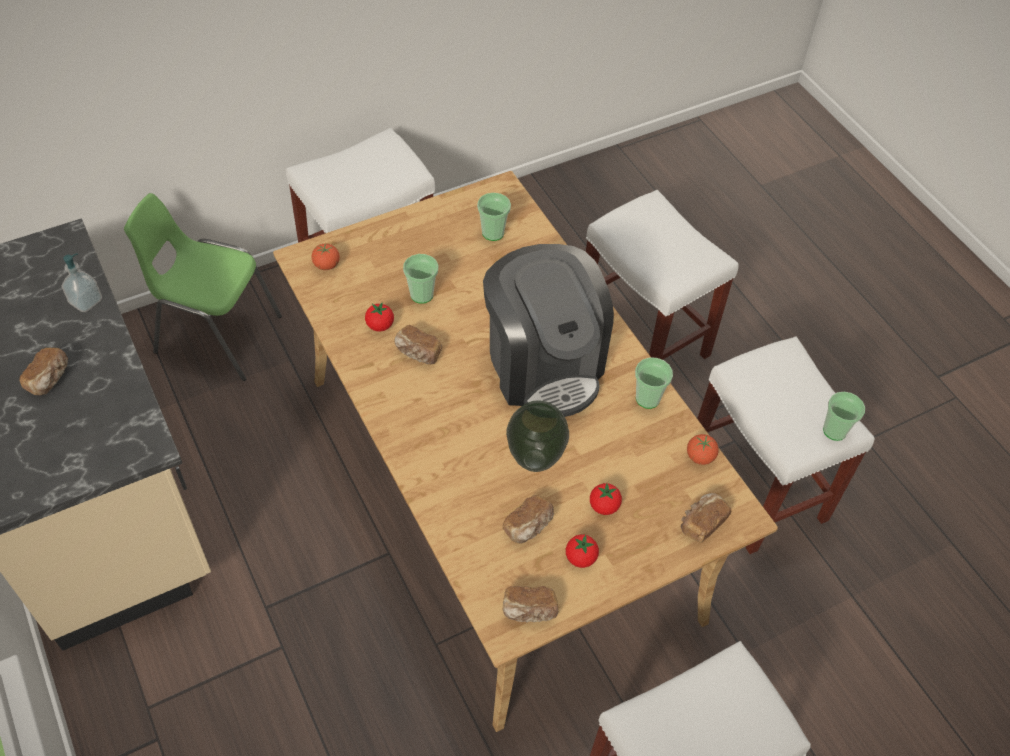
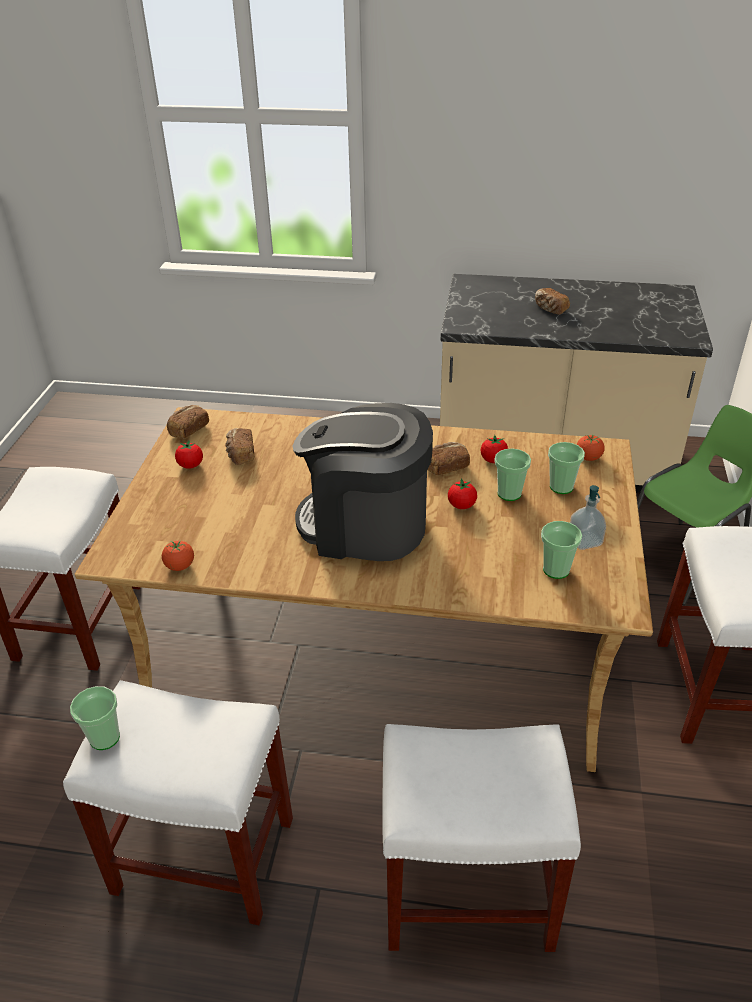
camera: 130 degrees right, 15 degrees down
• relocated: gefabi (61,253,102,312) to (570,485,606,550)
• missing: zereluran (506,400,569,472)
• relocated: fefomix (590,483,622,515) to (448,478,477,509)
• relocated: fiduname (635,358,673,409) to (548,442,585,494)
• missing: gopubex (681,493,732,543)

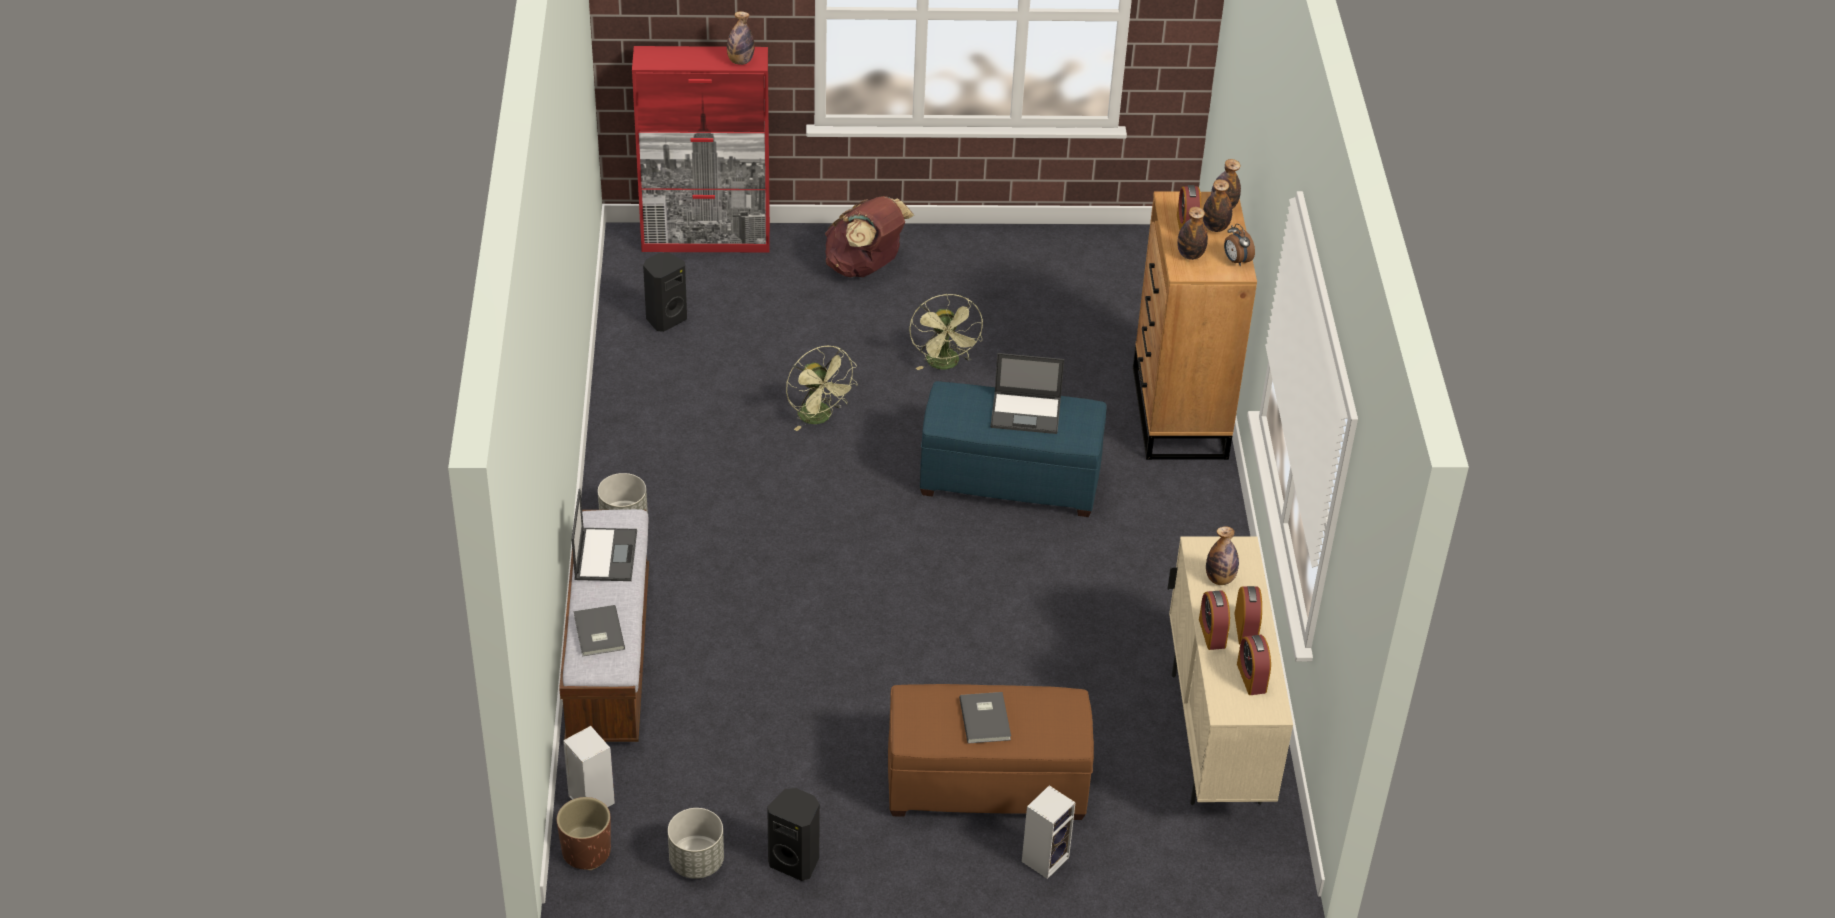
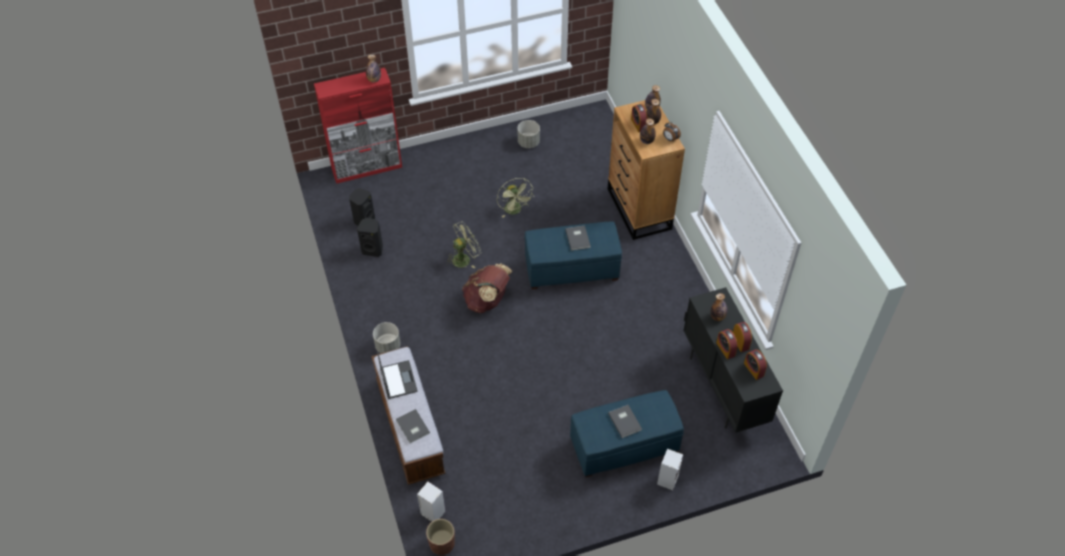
camera: 15 degrees left, 10 degrees up
• relocated: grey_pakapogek (668,808,724,879) to (518,120,540,148)
• relocated: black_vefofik (767,788,820,881) to (357,218,383,257)
• spun: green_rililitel (786,346,858,431) = (446,221,481,268) 75 degrees counterclockwise
• relocated: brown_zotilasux (825,196,914,277) to (462,263,512,313)
• colour: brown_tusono (888,684,1094,820) to blue_tusono (570,390,684,477)
• exchanged: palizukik (990,353,1064,434) to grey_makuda (565,226,591,251)
• colour: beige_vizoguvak (1168,536,1293,805) to black_vizoguvak (683,287,783,433)

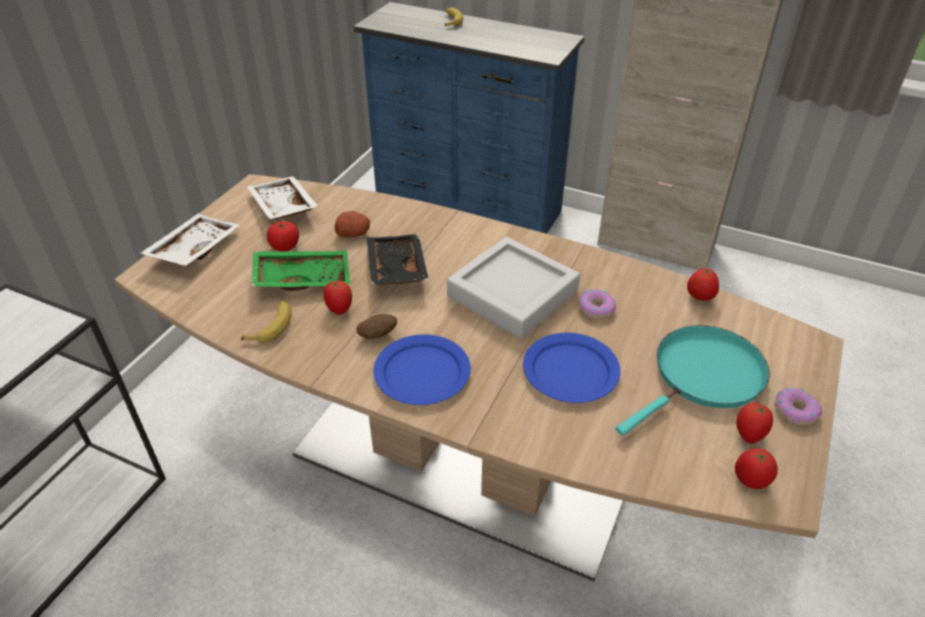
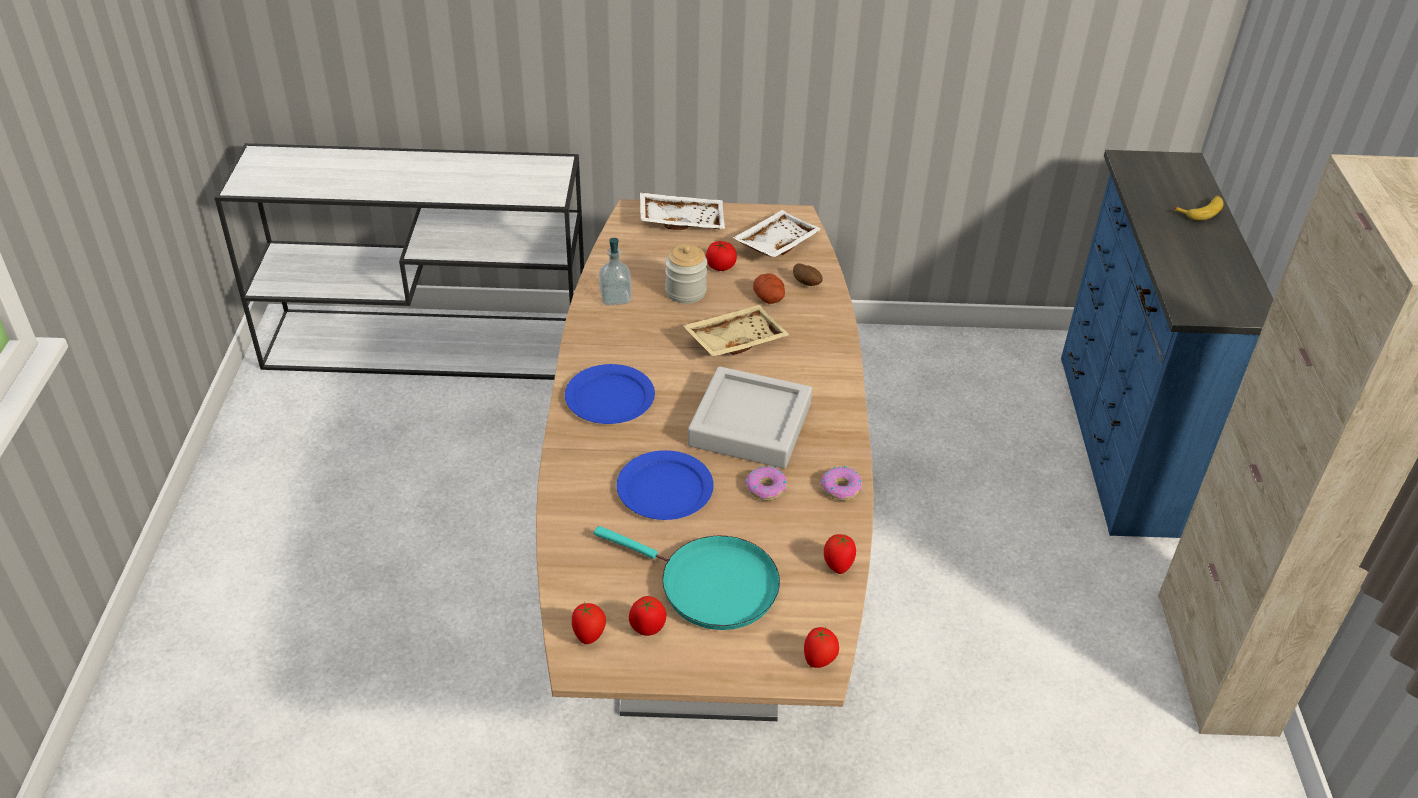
camera: 65 degrees right, 0 degrees up
• exchanged: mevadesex (241,300,292,343) to gefabi (599,238,632,306)
• exchanged: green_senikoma (252,251,350,291) to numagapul (665,244,707,304)
• relocated: fefomix (324,281,352,315) to (804,627,839,668)
• relocated: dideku (356,314,397,339) to (793,263,823,286)
• colour: black_senikoma (367,234,429,285) to beige_senikoma (682,305,790,357)
• relocated: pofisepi (775,388,822,425) to (820,466,862,501)

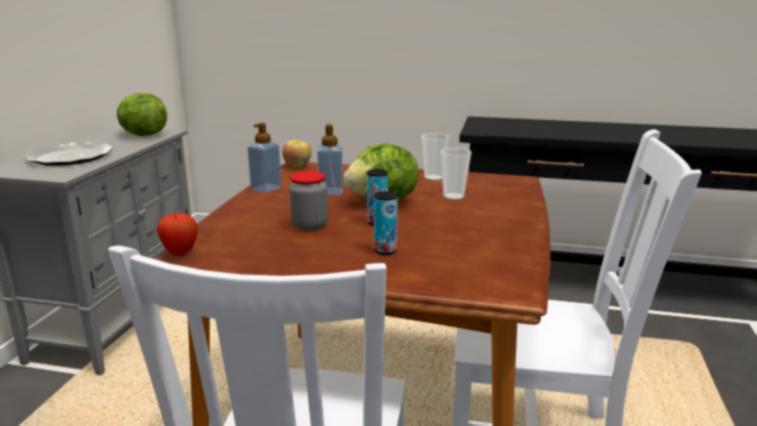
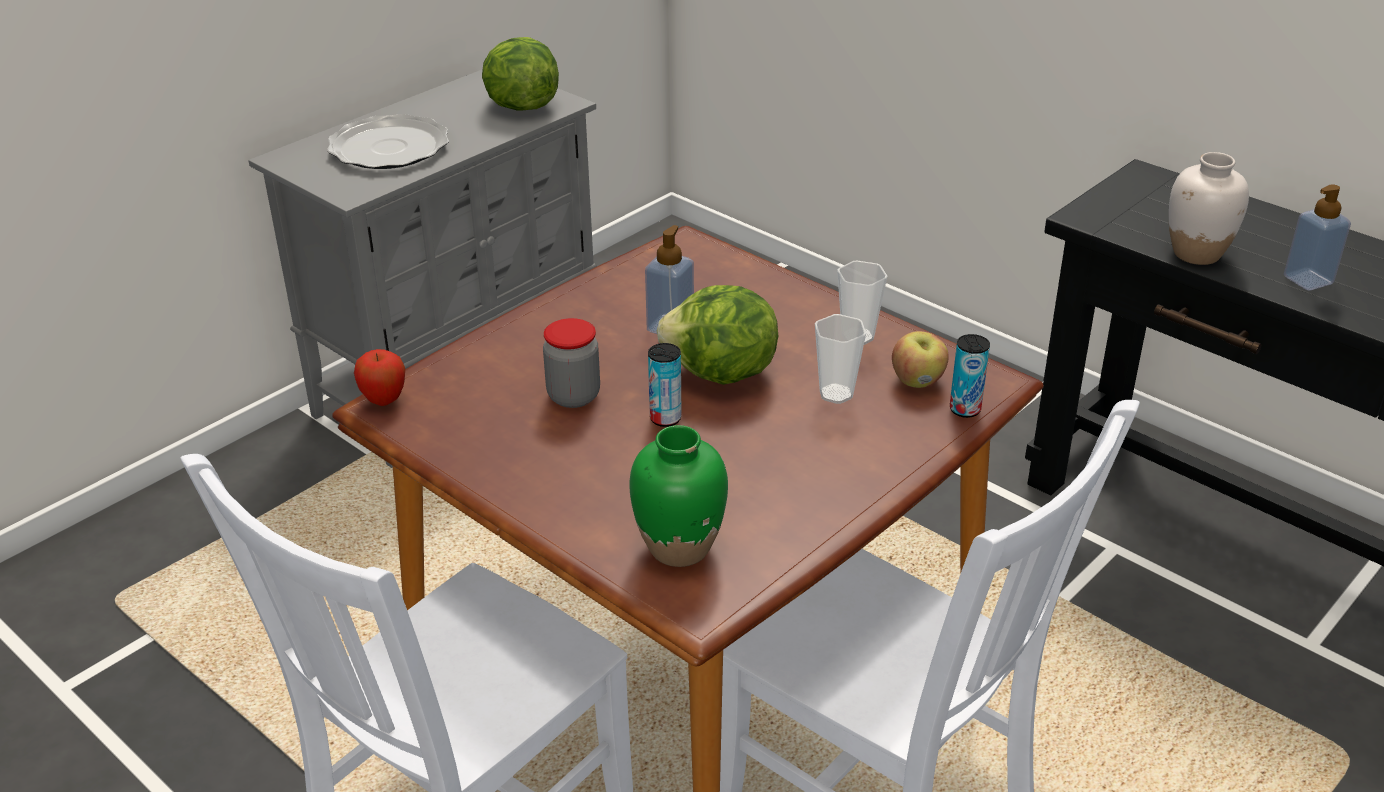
camera: 30 degrees right, 15 degrees up
• relocated: gefabi (247,123,281,193) to (1284,185,1351,290)
• relocated: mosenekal (282,140,311,168) to (892,331,949,388)
• relocated: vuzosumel (374,191,398,255) to (950,334,990,418)
• appeared: green_zereluran (629,425,728,567)
• appeared: white_zereluran (1169,152,1249,265)

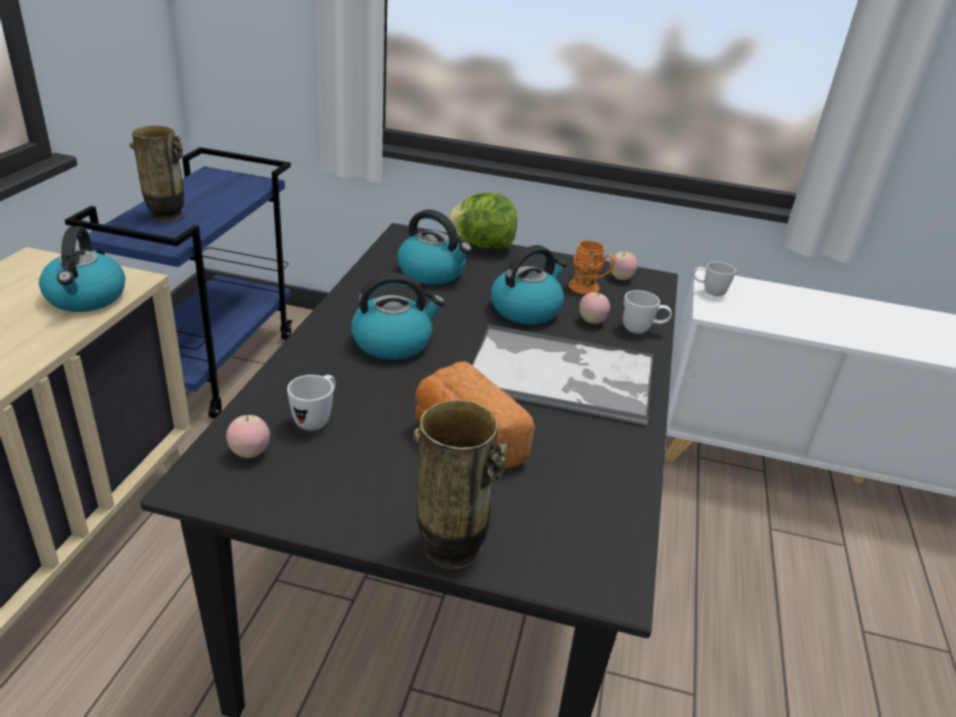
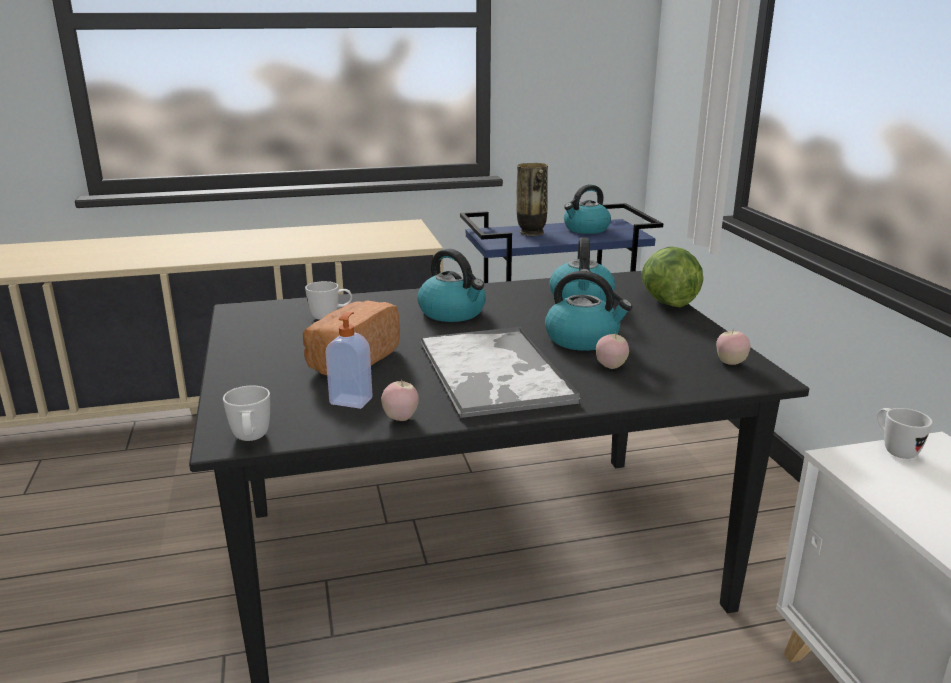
camera: 65 degrees right, 10 degrees down
• relocated: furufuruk (39,226,125,312) to (564,184,611,234)
• relocated: mosenekal (226,415,270,458) to (381,379,419,421)
• missing: zereluran (413,400,507,569)
• missing: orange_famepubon (569,240,615,294)
• relocated: white_famepubon (623,290,672,333) to (223,385,270,441)
• appeared: gefabi (325,312,373,409)

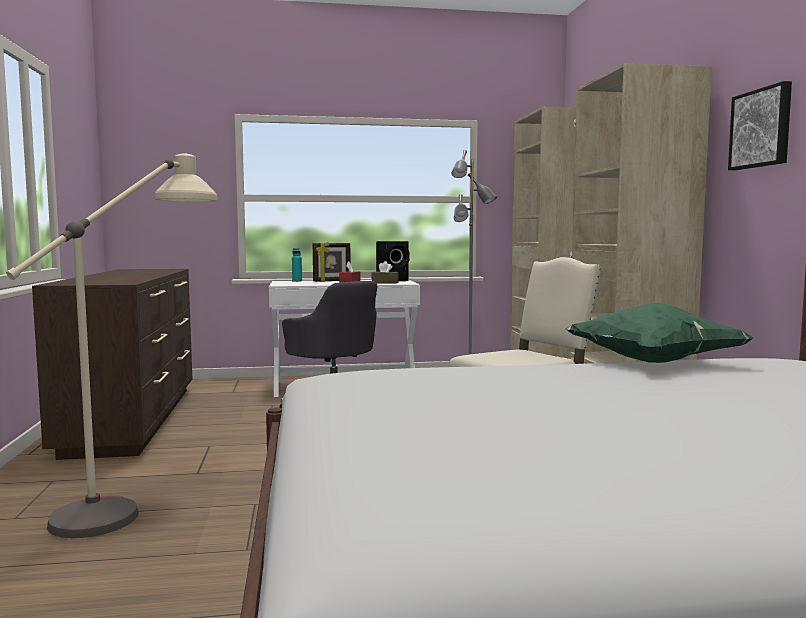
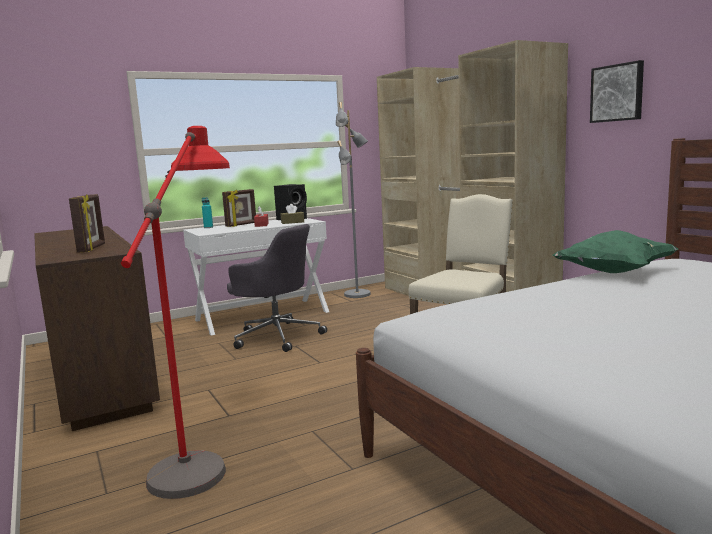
camera: 20 degrees left, 5 degrees up
• colour: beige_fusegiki (6,154,218,538) to red_fusegiki (121,126,230,499)
• appeared: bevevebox (69,194,105,253)

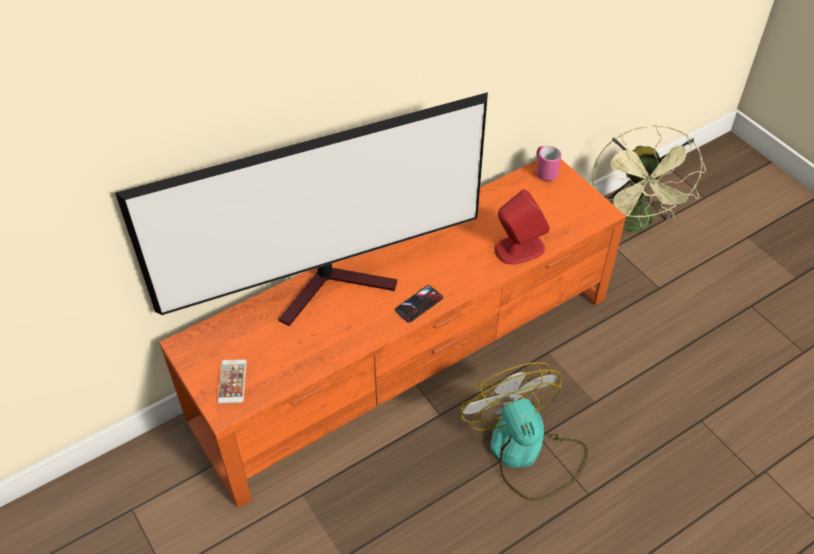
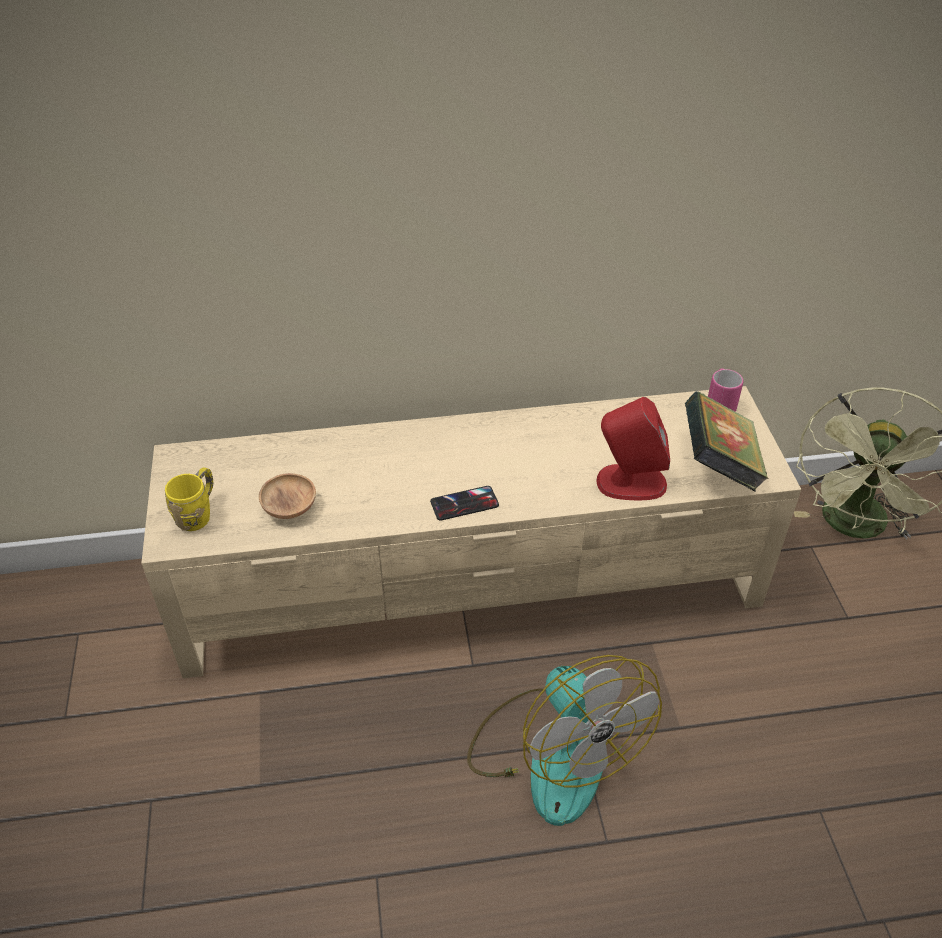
camera: 25 degrees right, 5 degrees down
• missing: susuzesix (115,92,488,326)
• colour: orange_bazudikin (159,159,626,508) to beige_bazudikin (141,386,801,678)
• exchanged: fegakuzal (217,359,247,404) to yellow_famepubon (165,467,213,531)
• spun: rililitel (460,362,589,501) = (467,655,662,826) 150 degrees clockwise
• appeared: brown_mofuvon (259,473,316,519)
• appeared: makuda (685,391,768,492)

